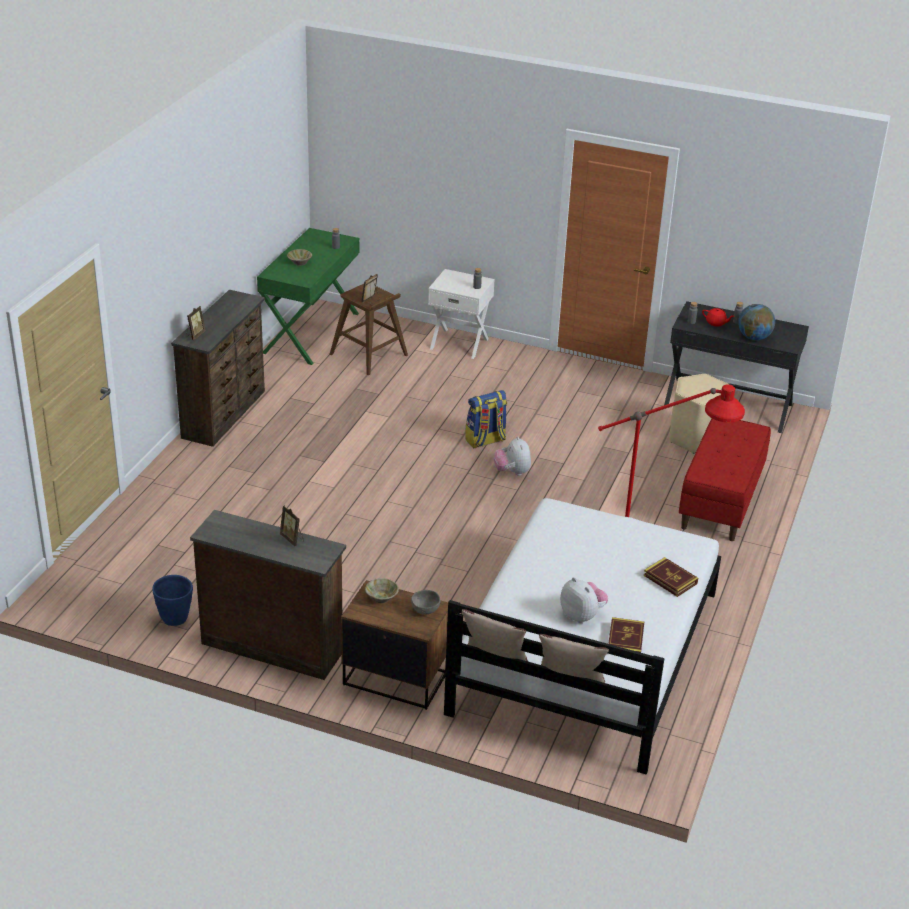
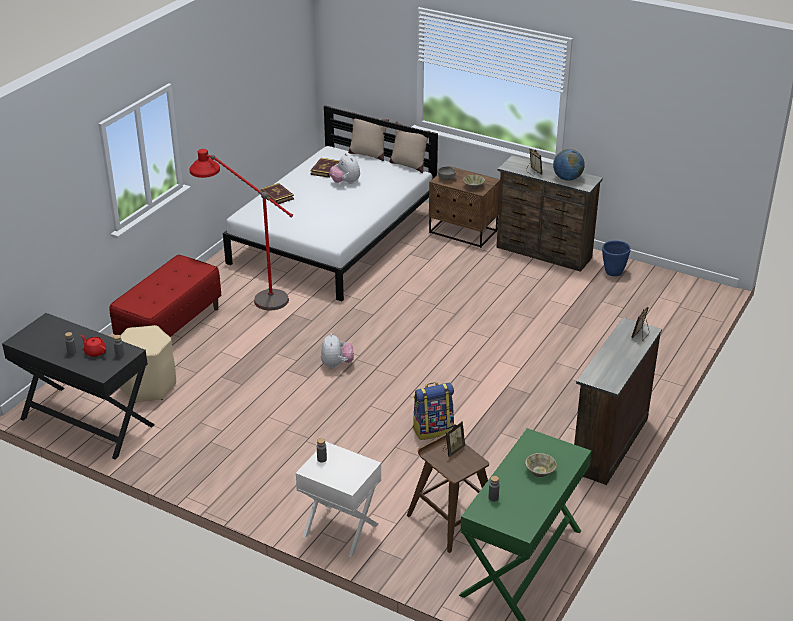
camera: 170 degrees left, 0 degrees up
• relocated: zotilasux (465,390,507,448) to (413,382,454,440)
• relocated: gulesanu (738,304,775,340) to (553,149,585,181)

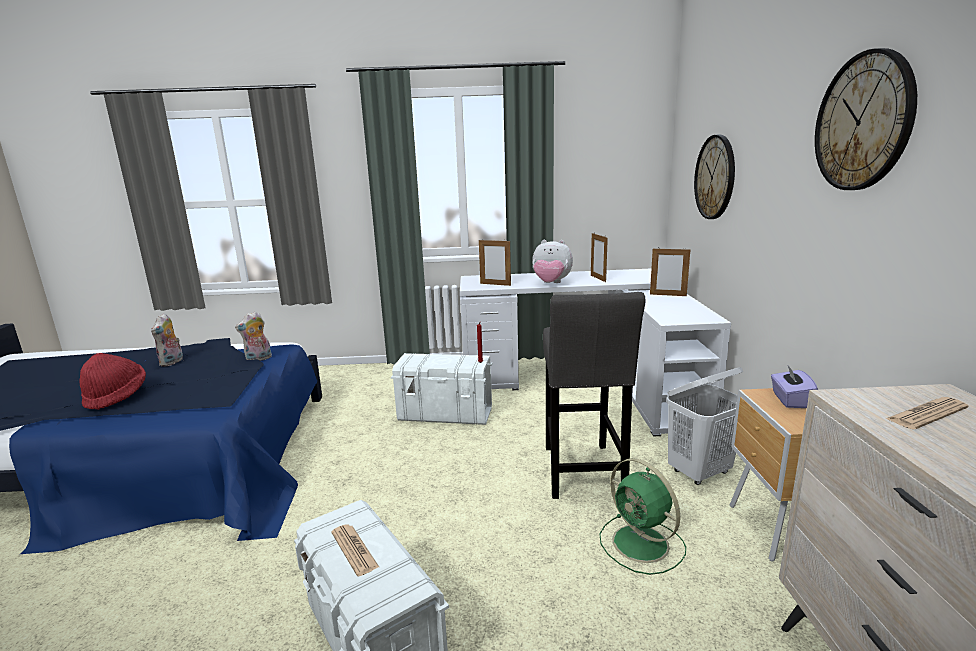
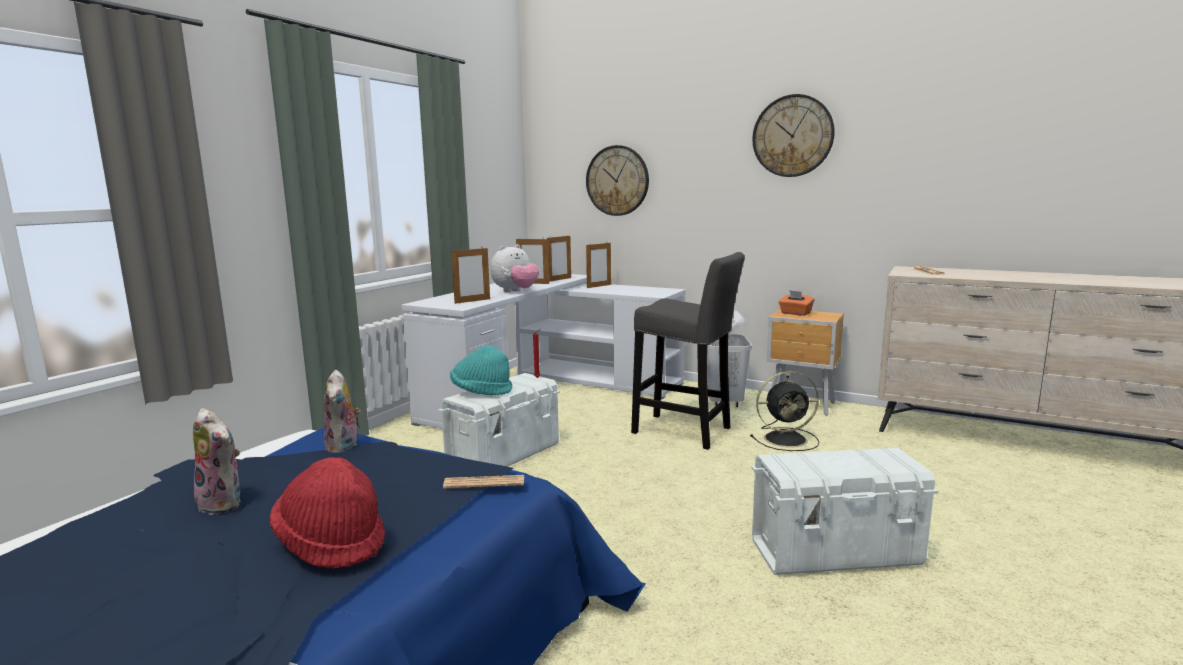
camera: 60 degrees left, 5 degrees down
• relocated: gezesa (331,524,379,576) to (443,475,524,489)
• colour: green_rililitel (600,458,686,575) to black_rililitel (750,371,819,451)
• colour: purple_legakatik (771,366,818,408) to orange_legakatik (779,290,814,316)
• appeared: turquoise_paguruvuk (450,345,512,395)
• appeared: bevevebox (547,234,571,282)

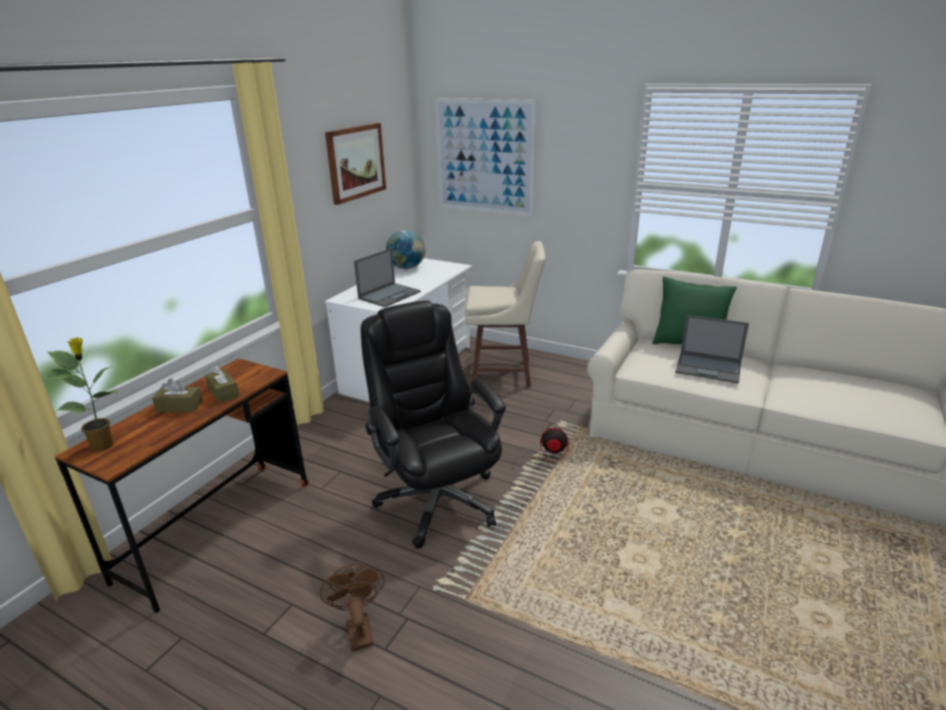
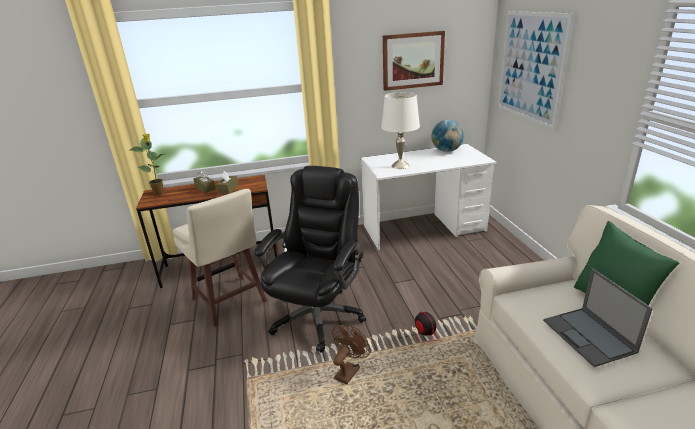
camera: 50 degrees right, 0 degrees up
• relocated: brown_rililitel (320,564,385,651) to (332,325,371,385)
• exchanged: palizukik (354,248,421,307) to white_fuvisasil (381,92,420,169)
• relocated: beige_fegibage (465,241,545,387) to (173,189,267,327)

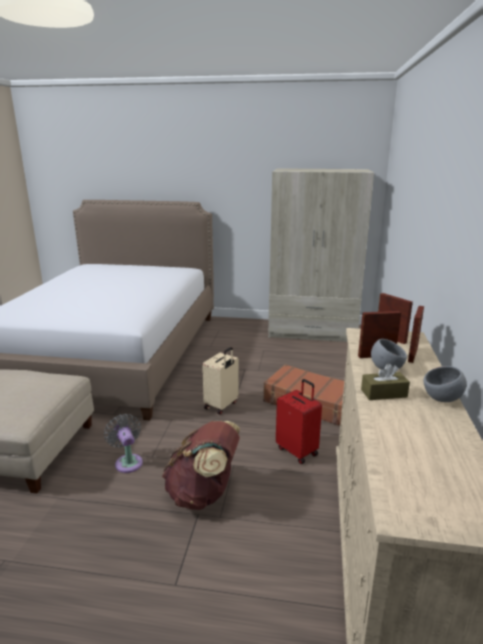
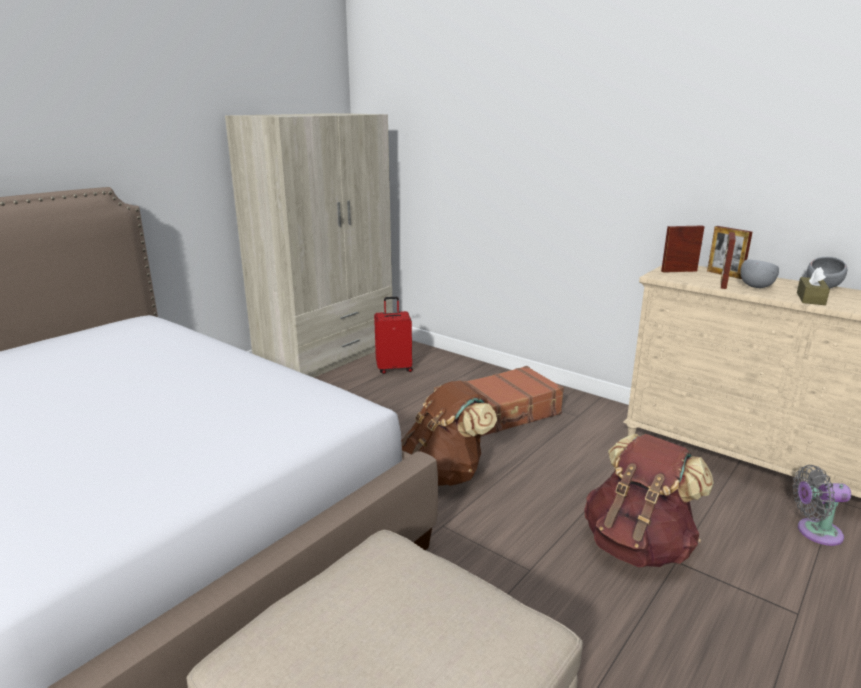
camera: 60 degrees left, 0 degrees up
• relocated: grey_rililitel (104,414,143,473) to (792,465,851,546)
• exchanged: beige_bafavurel (202,347,239,414) to brown_zotilasux (401,381,497,486)
• relocated: red_bafavurel (276,379,322,464) to (374,297,413,374)

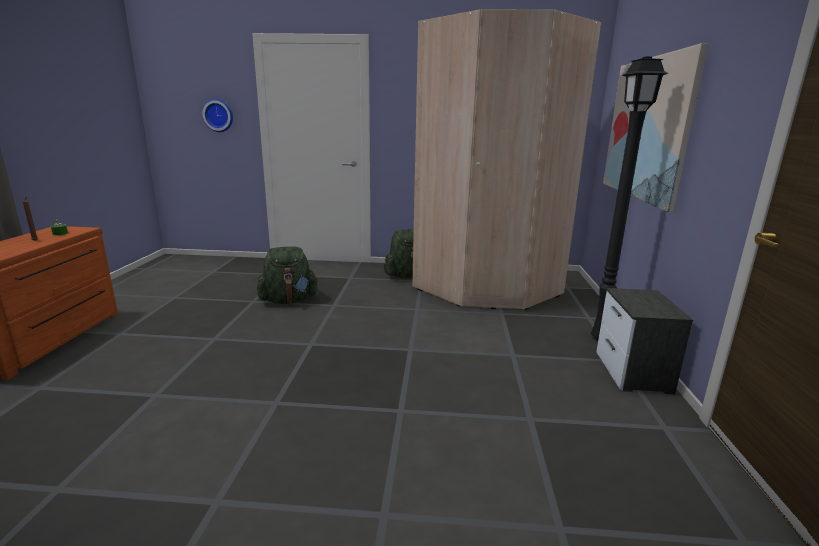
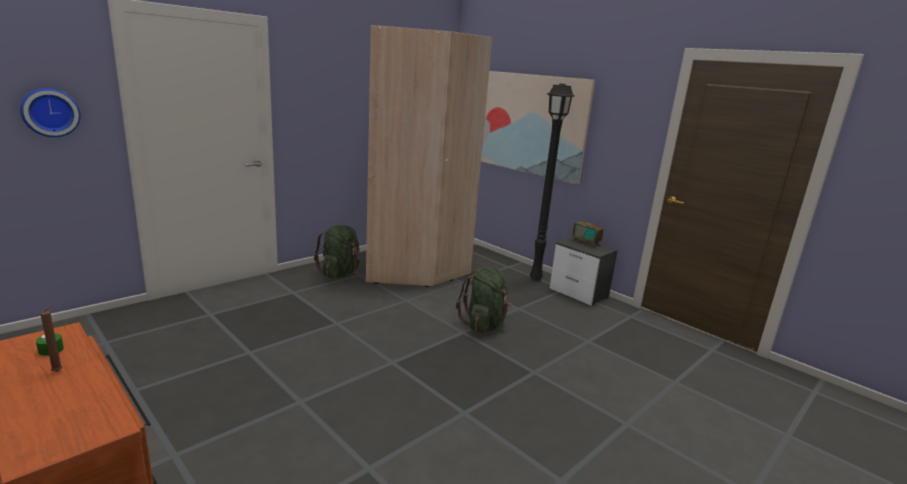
camera: 50 degrees left, 0 degrees up
• relocated: green_zotilasux (257,247,319,304) to (456,267,512,332)
• appeared: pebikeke (572,212,604,246)

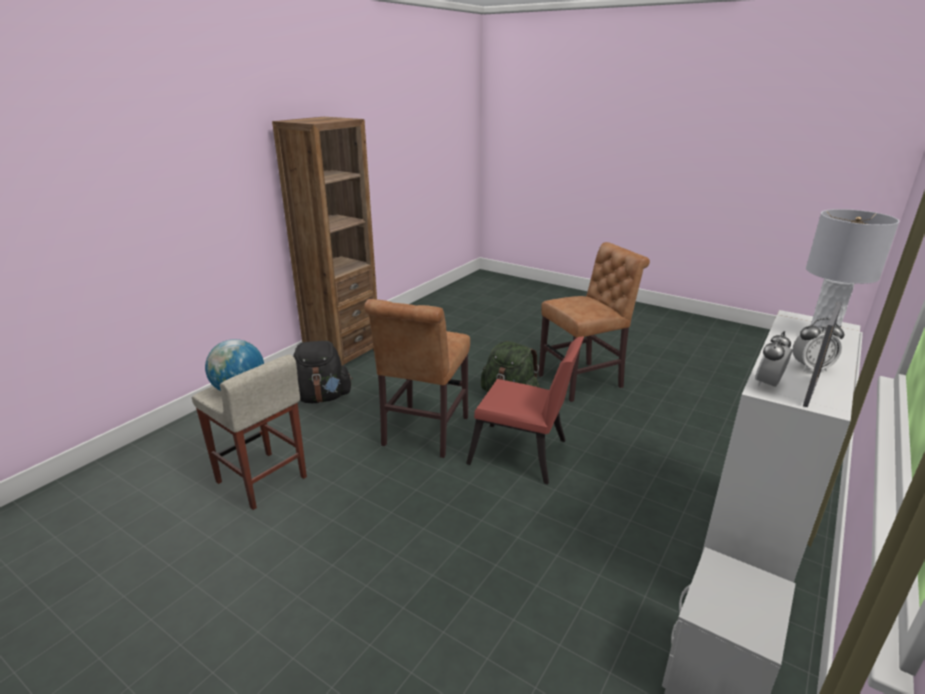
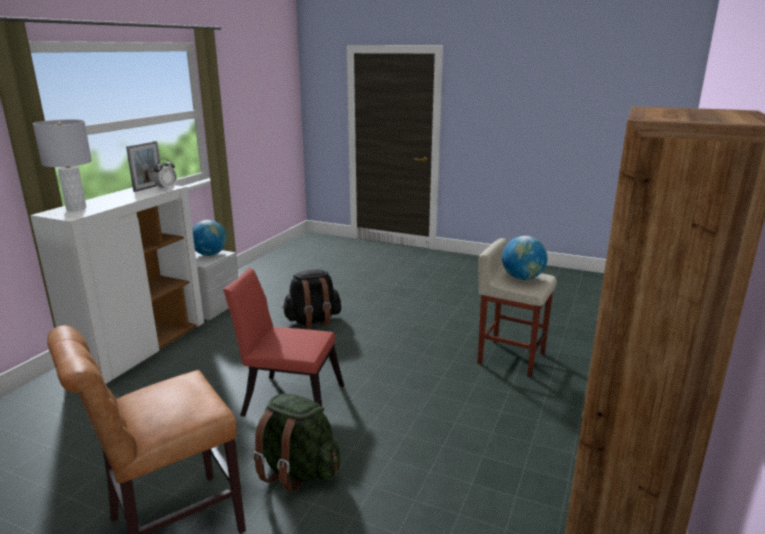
camera: 170 degrees right, 5 degrees down
• relocated: black_zotilasux (293,341,353,403) to (282,269,341,329)
• missing: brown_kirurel (364,299,470,458)
• missing: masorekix (793,318,844,372)
• appeared: gulesanu (192,220,227,256)

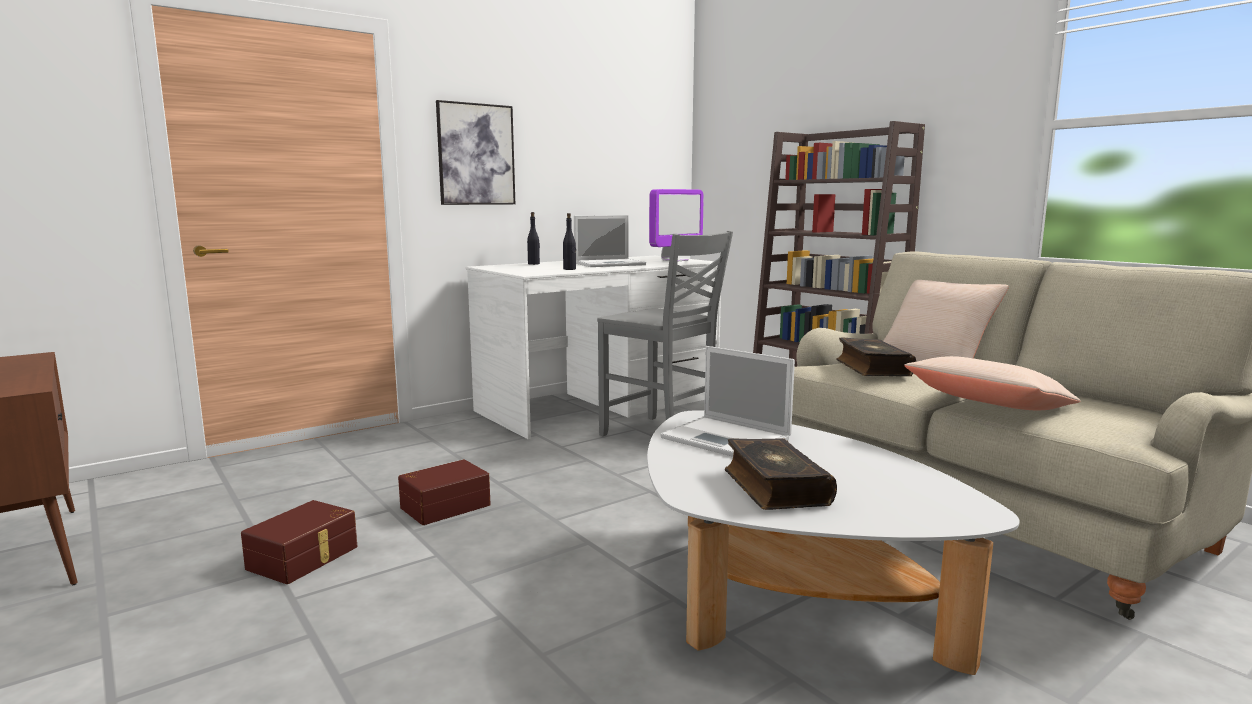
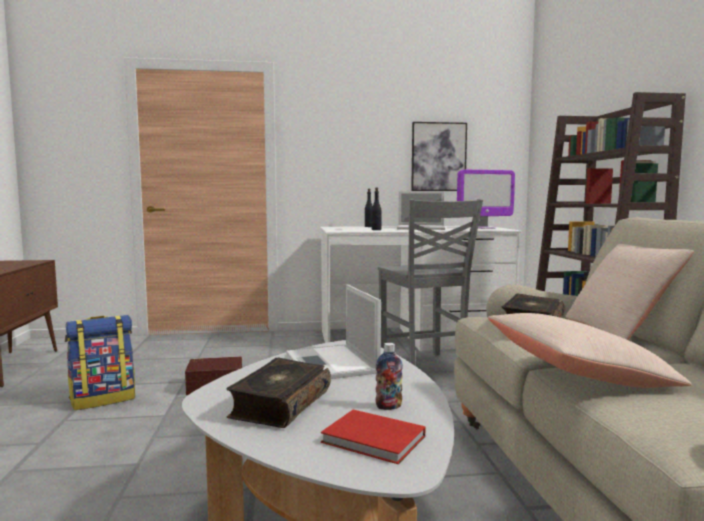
camera: 30 degrees right, 5 degrees down
• exchanged: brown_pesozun (241,500,358,584) to zotilasux (65,315,135,410)
• relocated: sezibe (436,100,515,205) to (411,122,467,191)
• appeared: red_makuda (321,410,425,464)
• appeared: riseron (375,343,403,410)

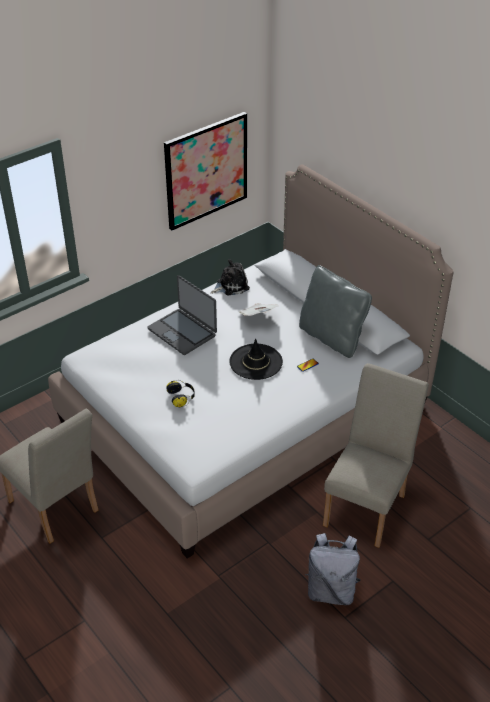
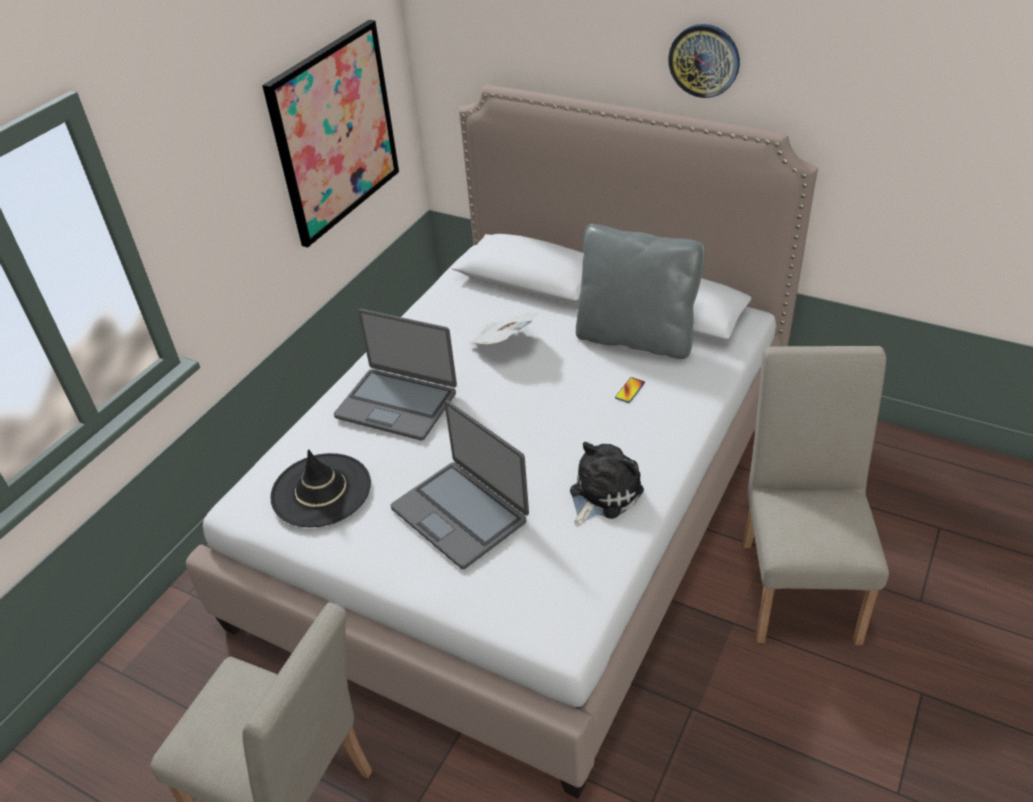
camera: 20 degrees left, 0 degrees up
• exchanged: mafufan (166,380,195,408) to palizukik (391,400,529,569)
• relocated: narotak (211,259,250,295) to (570,442,644,526)
• relocated: black_paguruvuk (229,339,283,380) to (271,449,371,527)
• missing: grey_zotilasux (305,533,360,605)
• appeared: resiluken (668,24,740,98)

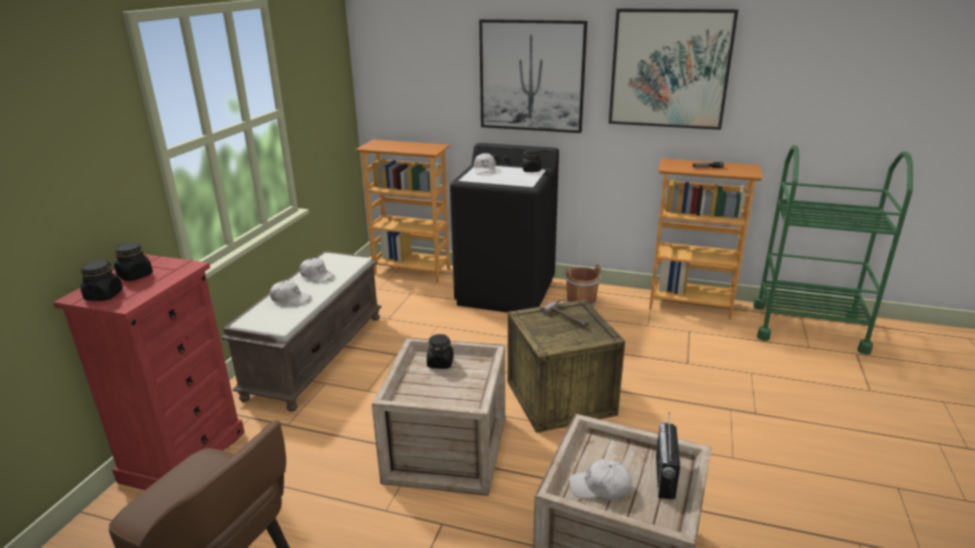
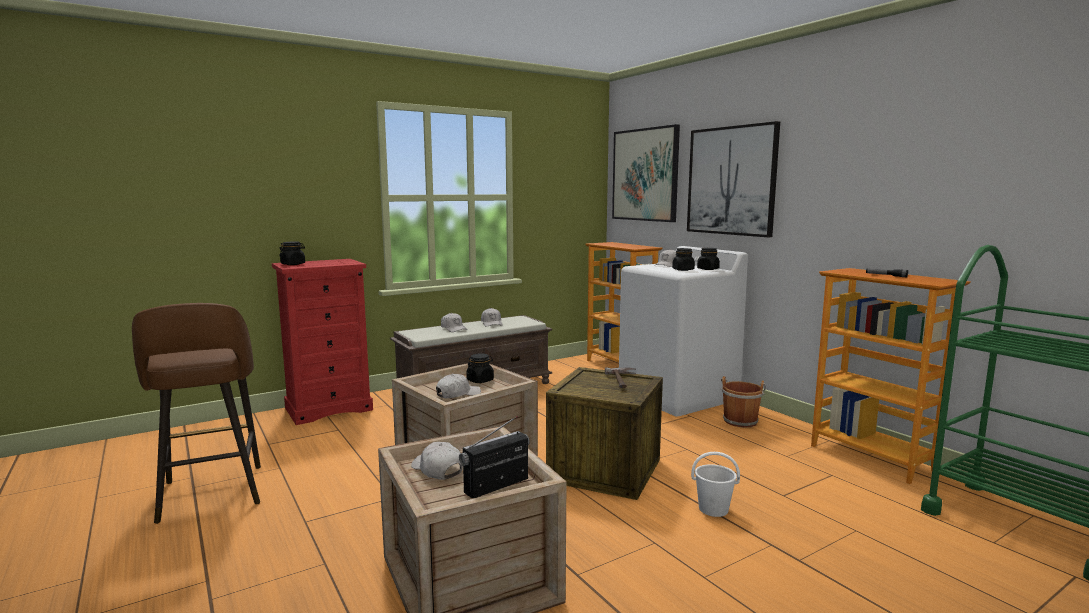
camera: 40 degrees right, 15 degrees down
• relocated: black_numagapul (114,242,153,281) to (672,248,695,271)
• colour: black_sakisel (450,143,559,313) to white_sakisel (619,246,748,417)
• relocated: sezibe (609,8,738,130) to (612,124,680,222)
• appeared: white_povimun (436,374,481,398)
• appeared: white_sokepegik (691,452,740,517)

